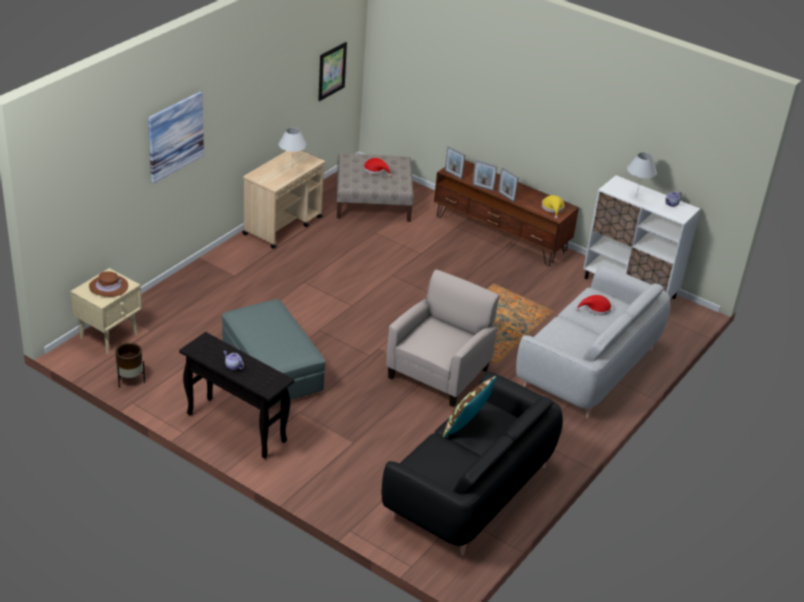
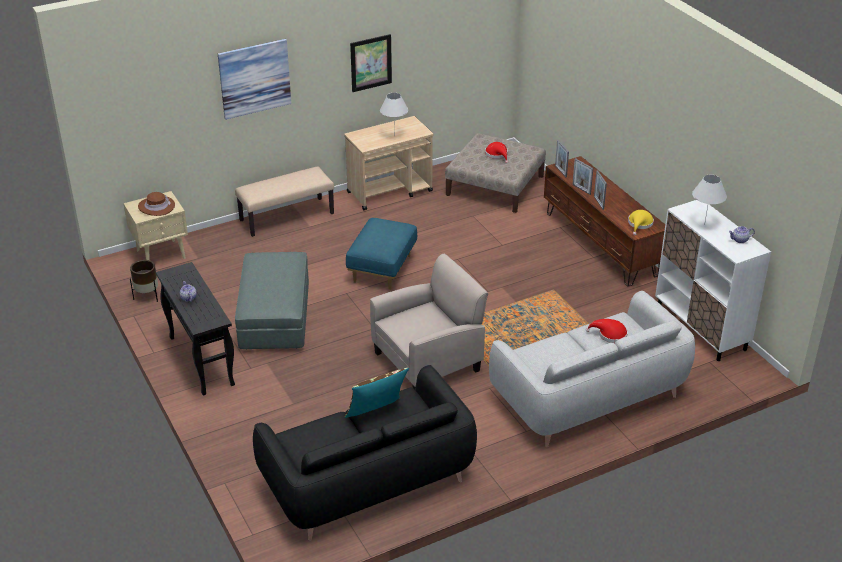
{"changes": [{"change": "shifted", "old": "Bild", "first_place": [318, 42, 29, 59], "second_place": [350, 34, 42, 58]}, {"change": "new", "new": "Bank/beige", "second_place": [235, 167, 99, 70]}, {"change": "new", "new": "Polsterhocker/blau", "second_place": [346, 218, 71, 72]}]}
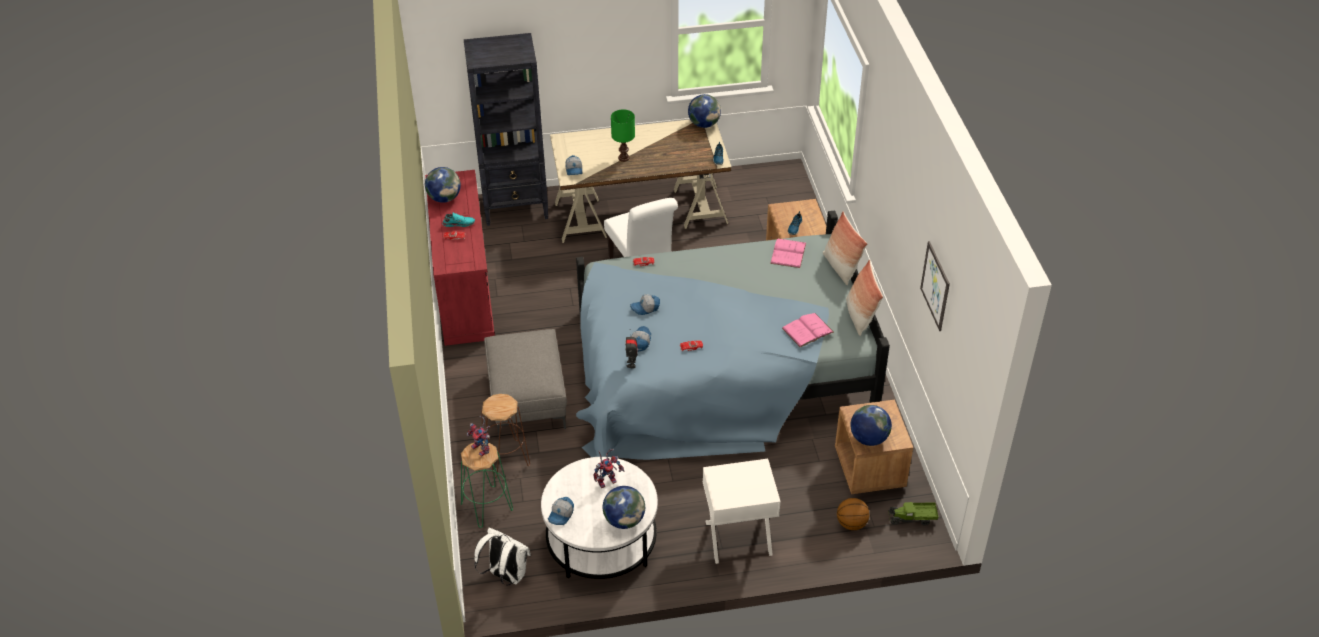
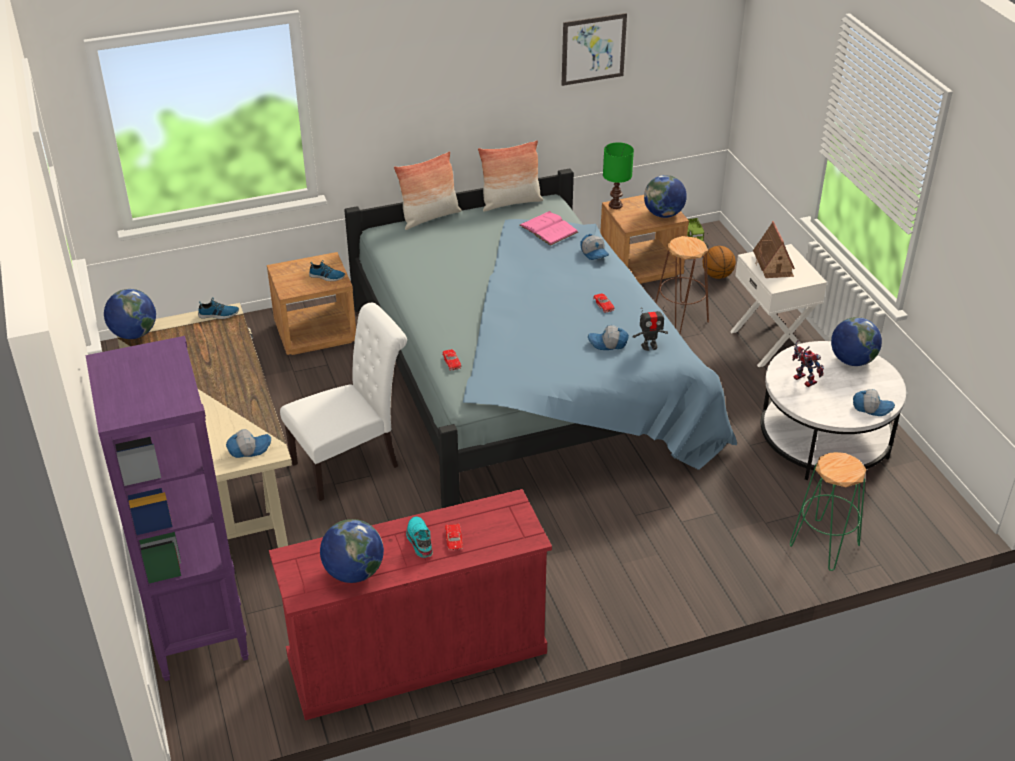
{"changes": [{"change": "repainted", "old": "Bücherregal/schwarz", "new": "Bücherregal/lila", "first_place": [464, 33, 84, 193], "second_place": [86, 336, 163, 345]}, {"change": "shifted", "old": "Tischlampe/grün", "first_place": [611, 109, 24, 53], "second_place": [603, 142, 31, 67]}, {"change": "gone", "old": "Buch/rosa", "first_place": [770, 238, 36, 30]}, {"change": "shifted", "old": "Kappe", "first_place": [630, 294, 30, 21], "second_place": [580, 234, 29, 26]}, {"change": "gone", "old": "Polsterhocker/grau", "first_place": [484, 329, 83, 108]}, {"change": "shifted", "old": "Hocker/braun", "first_place": [481, 394, 49, 83], "second_place": [655, 236, 54, 98]}, {"change": "gone", "old": "Spielzeugroboter", "first_place": [467, 416, 23, 41]}, {"change": "gone", "old": "Rucksack/weiß", "first_place": [474, 528, 57, 58]}, {"change": "new", "new": "Spielzeughaus", "second_place": [753, 221, 42, 57]}]}
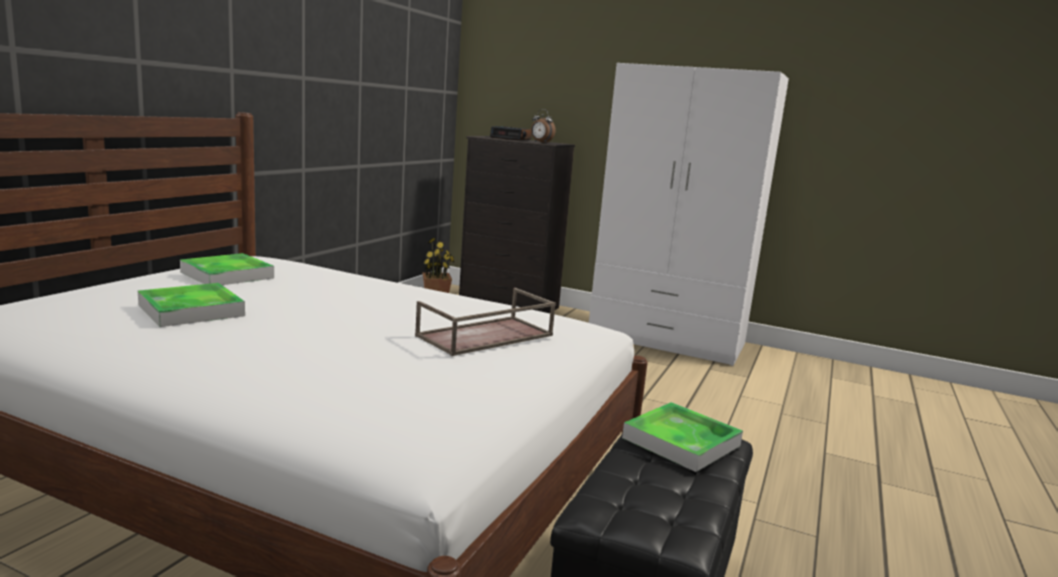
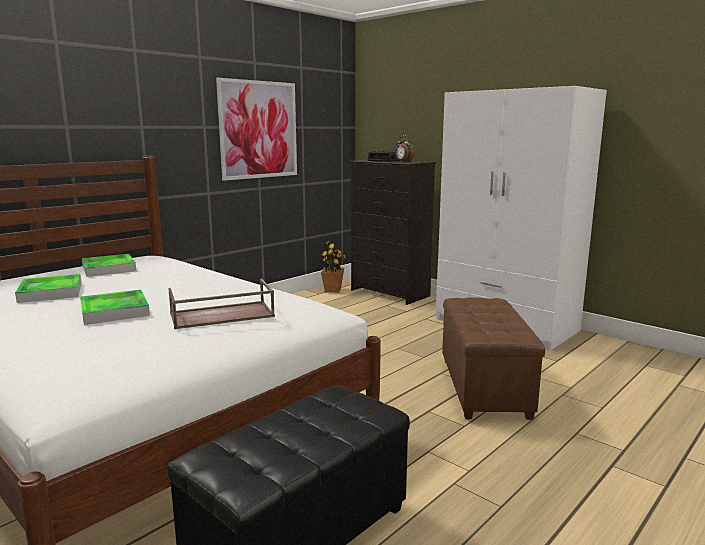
{"changes": [{"change": "shifted", "old": "Tablett", "first_place": [622, 402, 121, 70], "second_place": [80, 289, 70, 36]}, {"change": "new", "new": "Bild", "second_place": [216, 78, 81, 103]}, {"change": "new", "new": "Polsterhocker/braun", "second_place": [442, 297, 103, 123]}]}
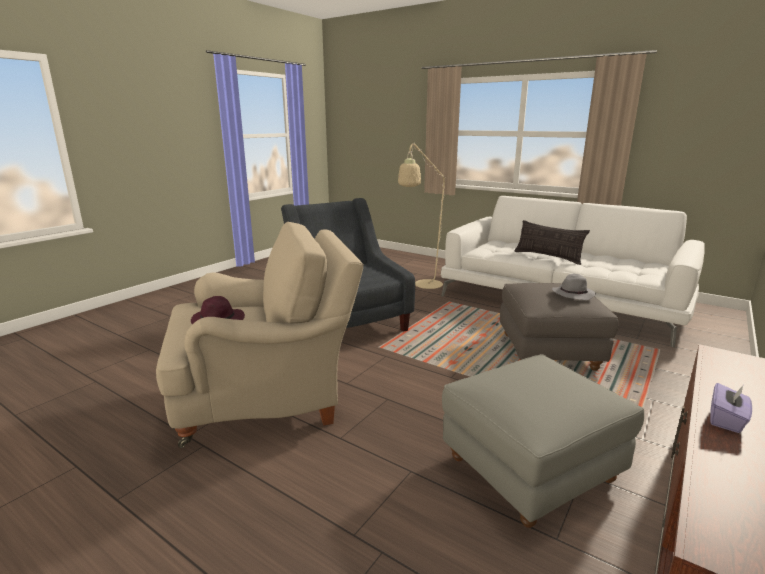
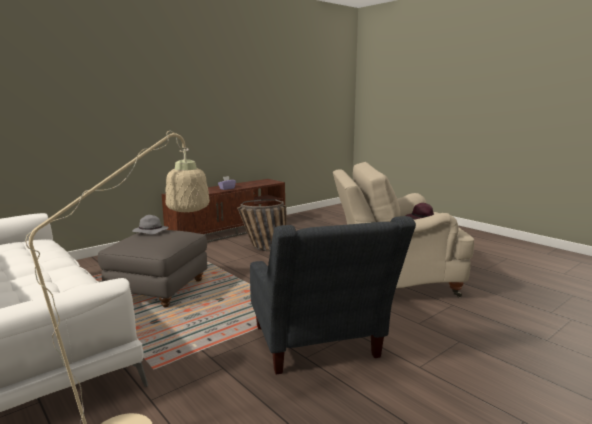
{"changes": [{"change": "gone", "old": "Kissen", "first_place": [514, 220, 76, 45]}, {"change": "swapped", "old": "Polsterhocker/grau", "new": "Korb", "first_place": [442, 354, 202, 174], "second_place": [237, 199, 50, 52]}]}
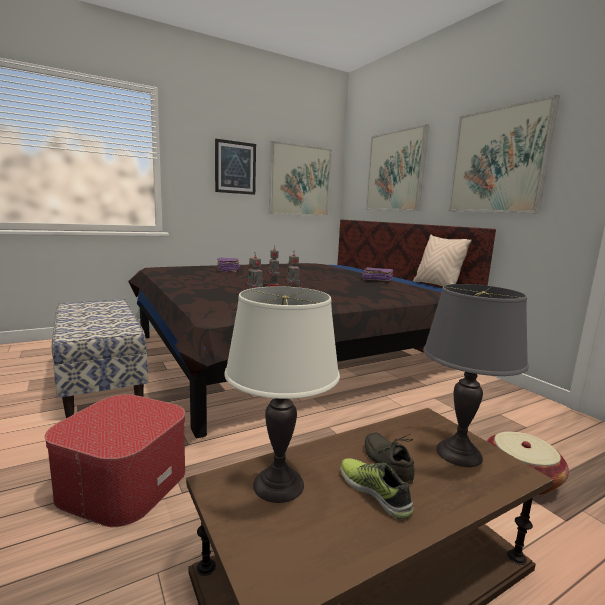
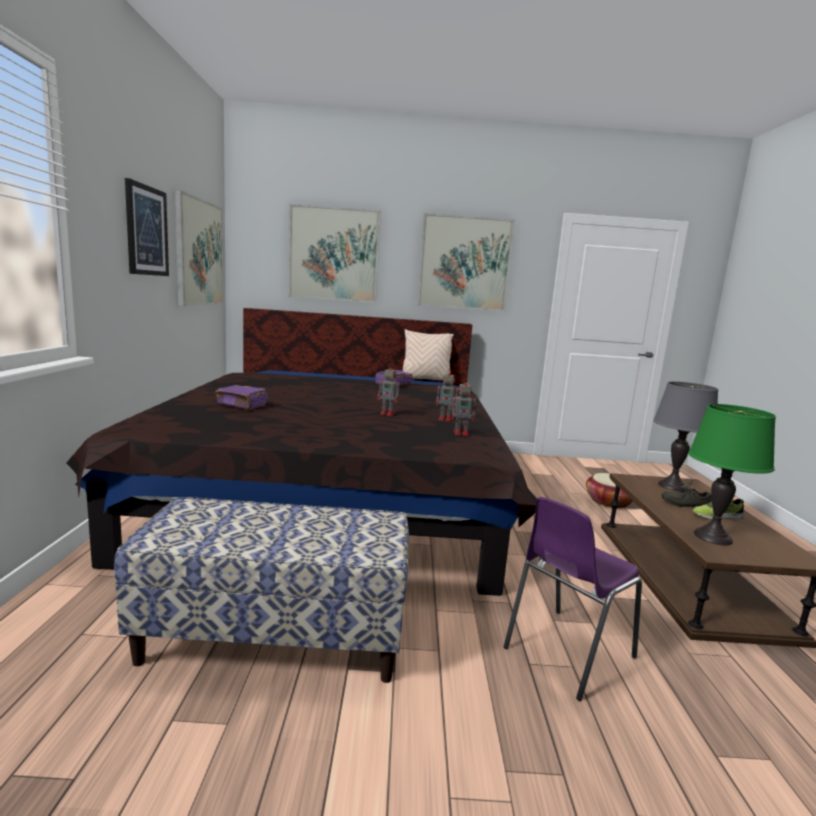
{"changes": [{"change": "repainted", "old": "Tischlampe/weiß", "new": "Tischlampe/grün", "first_place": [224, 286, 116, 217], "second_place": [688, 404, 88, 141]}, {"change": "swapped", "old": "Polsterhocker", "new": "Stuhl/lila", "first_place": [44, 394, 142, 133], "second_place": [504, 497, 138, 204]}]}
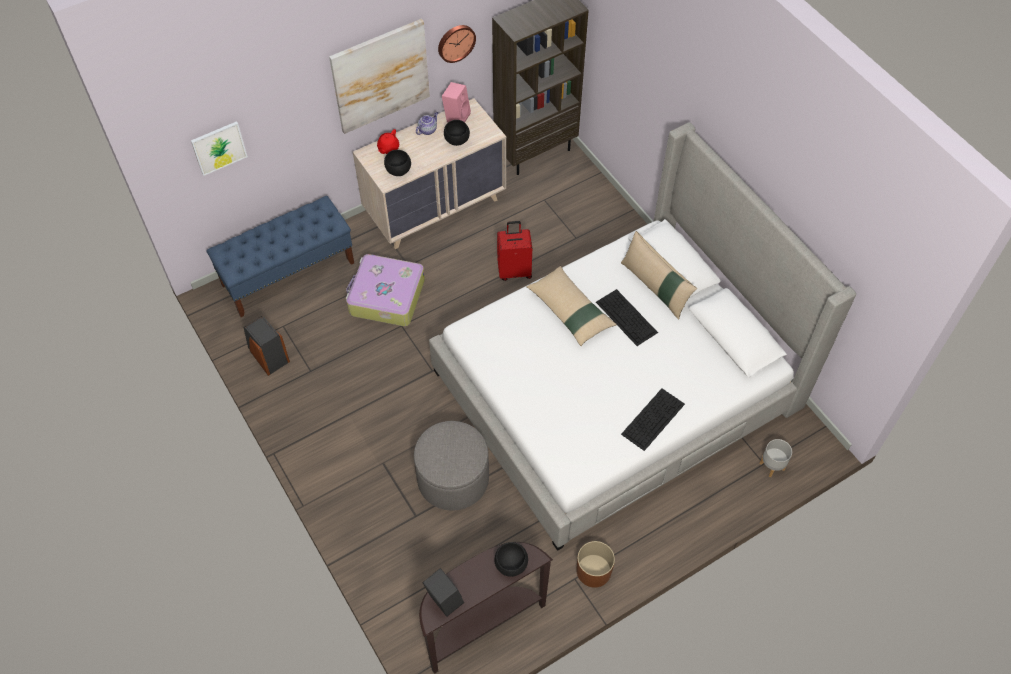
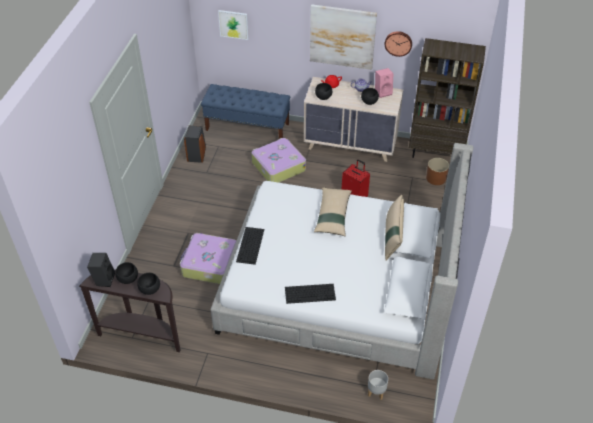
{"changes": [{"change": "shifted", "old": "Tastatur", "first_place": [596, 289, 62, 57], "second_place": [236, 227, 28, 38]}, {"change": "swapped", "old": "Polsterhocker/grau", "new": "Koffer", "first_place": [414, 421, 75, 90], "second_place": [180, 233, 56, 51]}, {"change": "shifted", "old": "Pflanzkübel/braun", "first_place": [576, 541, 39, 47], "second_place": [426, 158, 23, 27]}, {"change": "new", "new": "Schüssel/schwarz", "second_place": [115, 262, 23, 22]}]}
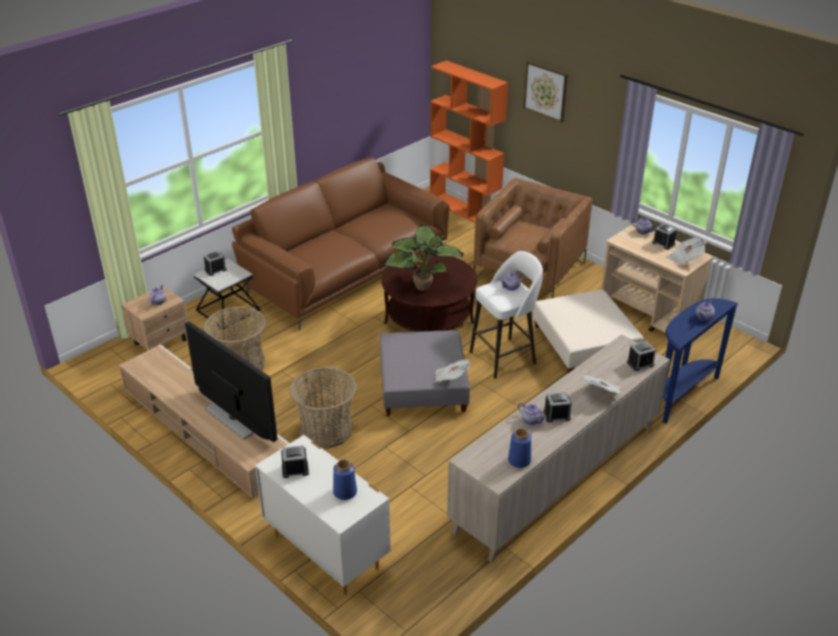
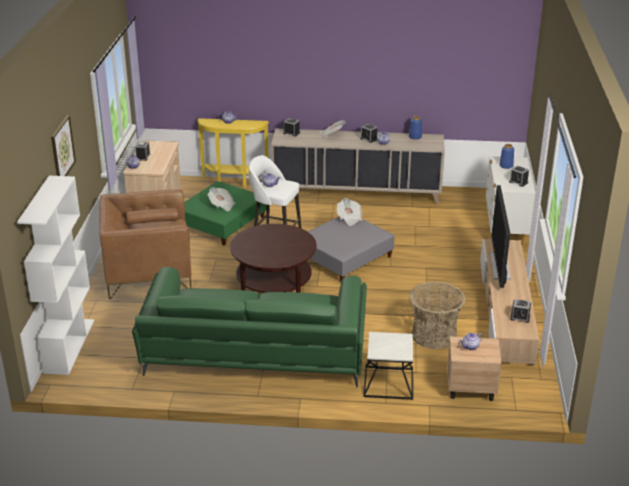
{"changes": [{"change": "repainted", "old": "Bücherregal/orange", "new": "Bücherregal/weiß", "first_place": [430, 60, 78, 163], "second_place": [17, 176, 77, 199]}, {"change": "repainted", "old": "Sofa/braun", "new": "Sofa/grün", "first_place": [232, 157, 217, 173], "second_place": [132, 267, 235, 120]}, {"change": "gone", "old": "Topfpflanze", "first_place": [383, 223, 81, 68]}, {"change": "shifted", "old": "Zeitung", "first_place": [667, 237, 40, 28], "second_place": [208, 187, 27, 24]}, {"change": "shifted", "old": "Wecker", "first_place": [204, 251, 23, 25], "second_place": [510, 299, 21, 24]}, {"change": "repainted", "old": "Polsterhocker/beige", "new": "Polsterhocker/grün", "first_place": [533, 289, 111, 84], "second_place": [185, 181, 81, 65]}, {"change": "repainted", "old": "Konsolentisch/blau", "new": "Konsolentisch/gelb", "first_place": [663, 298, 75, 126], "second_place": [198, 118, 71, 70]}, {"change": "gone", "old": "Korb", "first_place": [290, 367, 67, 81]}]}
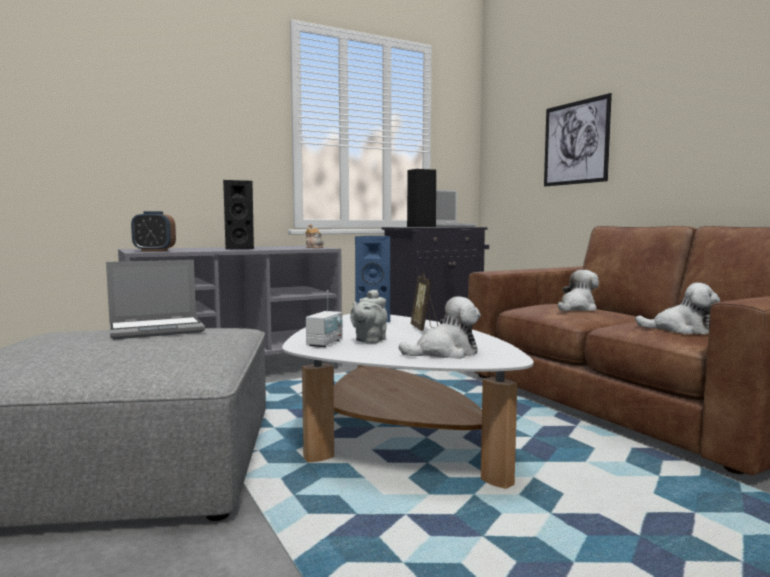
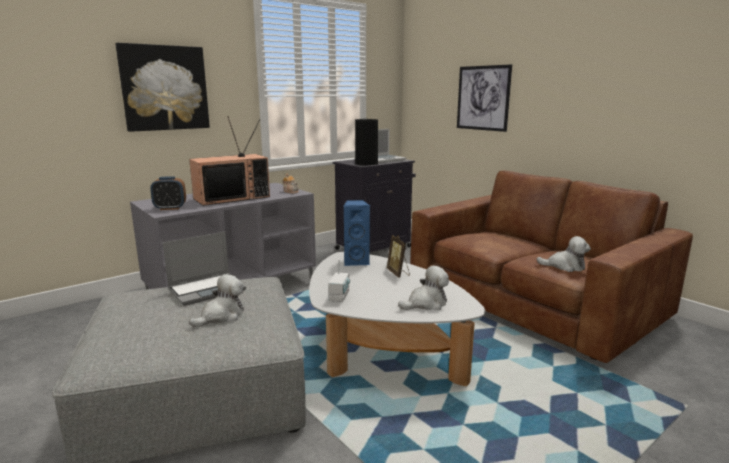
{"changes": [{"change": "swapped", "old": "Lautsprecher/schwarz", "new": "Fernseher", "first_place": [223, 180, 31, 69], "second_place": [189, 116, 81, 90]}, {"change": "shifted", "old": "Plüschtier", "first_place": [558, 270, 41, 41], "second_place": [189, 274, 55, 53]}, {"change": "gone", "old": "Teekanne/grau", "first_place": [350, 290, 38, 54]}, {"change": "new", "new": "Bild", "second_place": [115, 43, 95, 89]}]}
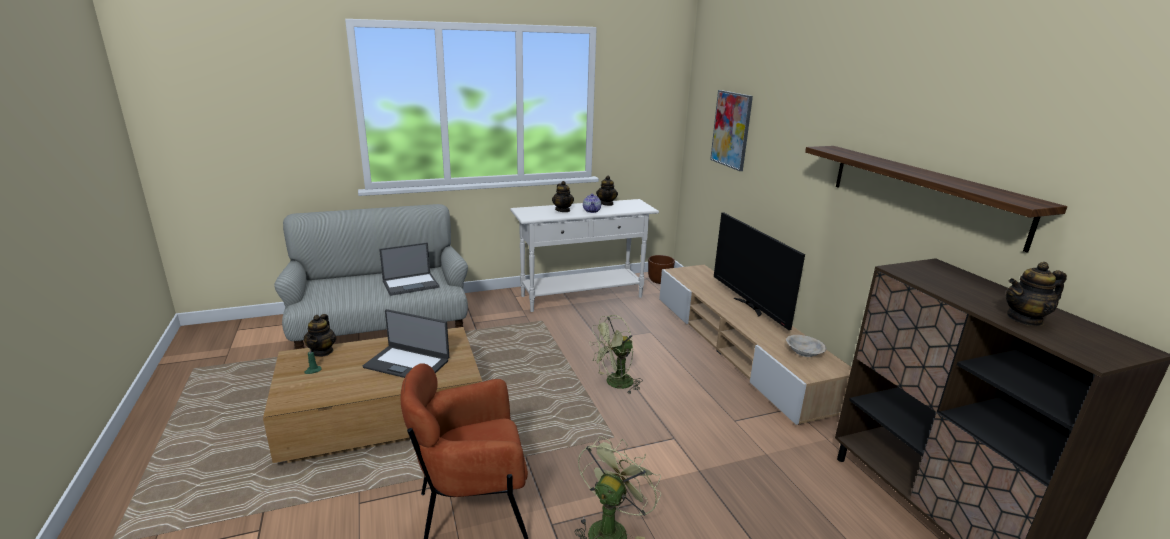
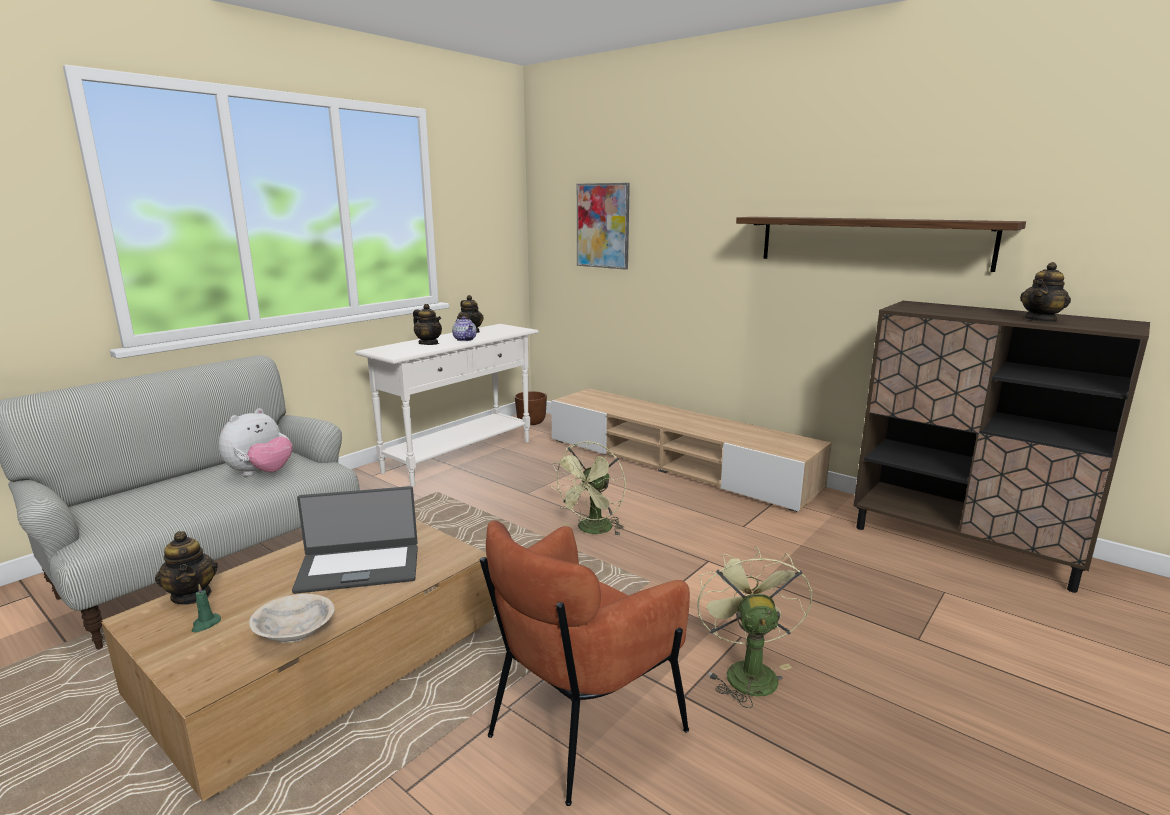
{"changes": [{"change": "gone", "old": "Fernseher", "first_place": [714, 212, 91, 118]}, {"change": "swapped", "old": "Laptop", "new": "Plüschtier", "first_place": [379, 242, 61, 54], "second_place": [218, 408, 75, 68]}, {"change": "shifted", "old": "Schüssel/beige", "first_place": [786, 335, 41, 22], "second_place": [249, 594, 86, 49]}]}
